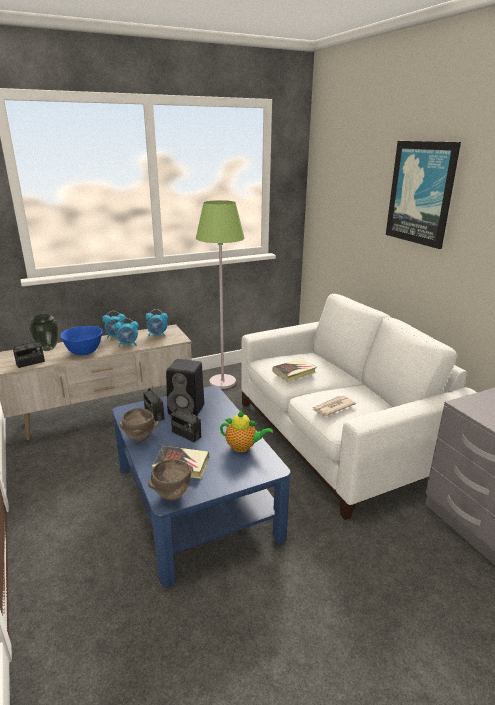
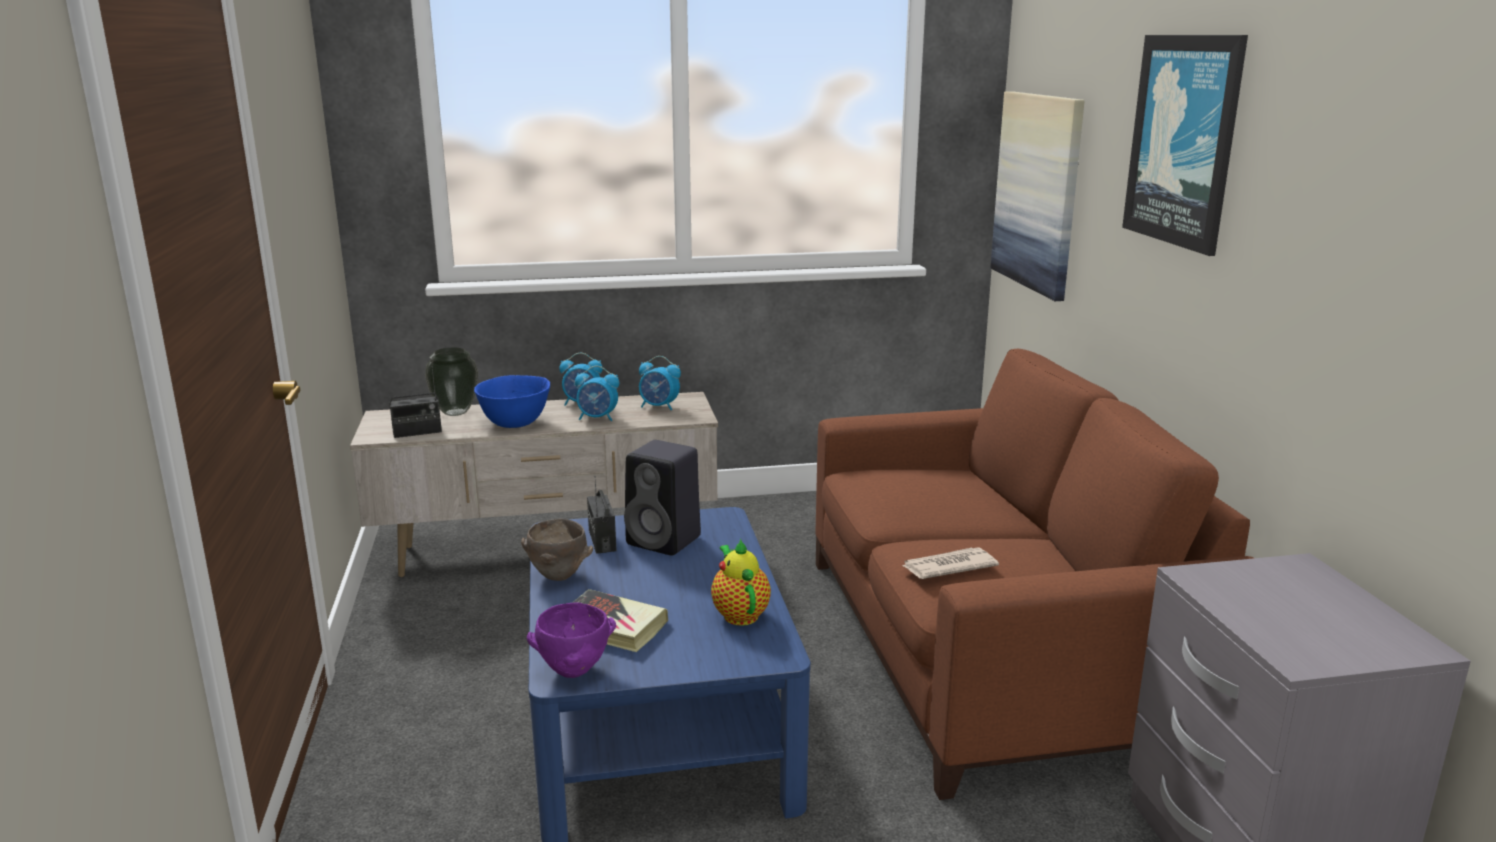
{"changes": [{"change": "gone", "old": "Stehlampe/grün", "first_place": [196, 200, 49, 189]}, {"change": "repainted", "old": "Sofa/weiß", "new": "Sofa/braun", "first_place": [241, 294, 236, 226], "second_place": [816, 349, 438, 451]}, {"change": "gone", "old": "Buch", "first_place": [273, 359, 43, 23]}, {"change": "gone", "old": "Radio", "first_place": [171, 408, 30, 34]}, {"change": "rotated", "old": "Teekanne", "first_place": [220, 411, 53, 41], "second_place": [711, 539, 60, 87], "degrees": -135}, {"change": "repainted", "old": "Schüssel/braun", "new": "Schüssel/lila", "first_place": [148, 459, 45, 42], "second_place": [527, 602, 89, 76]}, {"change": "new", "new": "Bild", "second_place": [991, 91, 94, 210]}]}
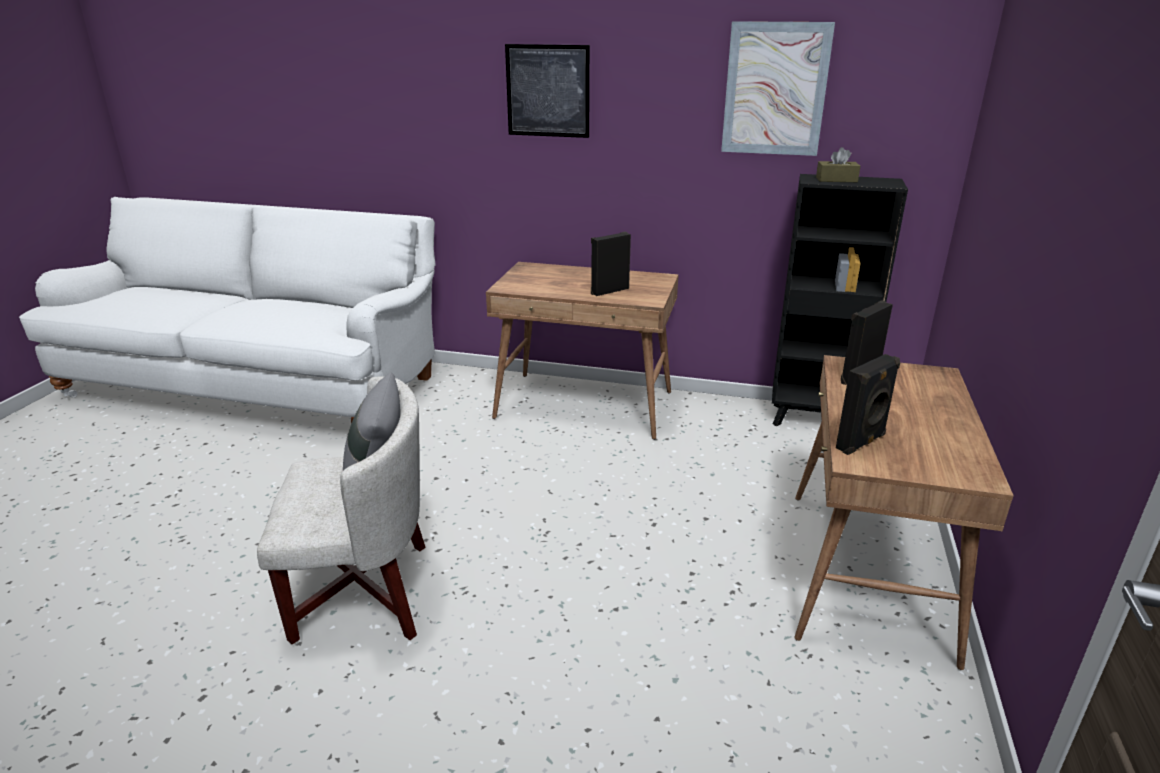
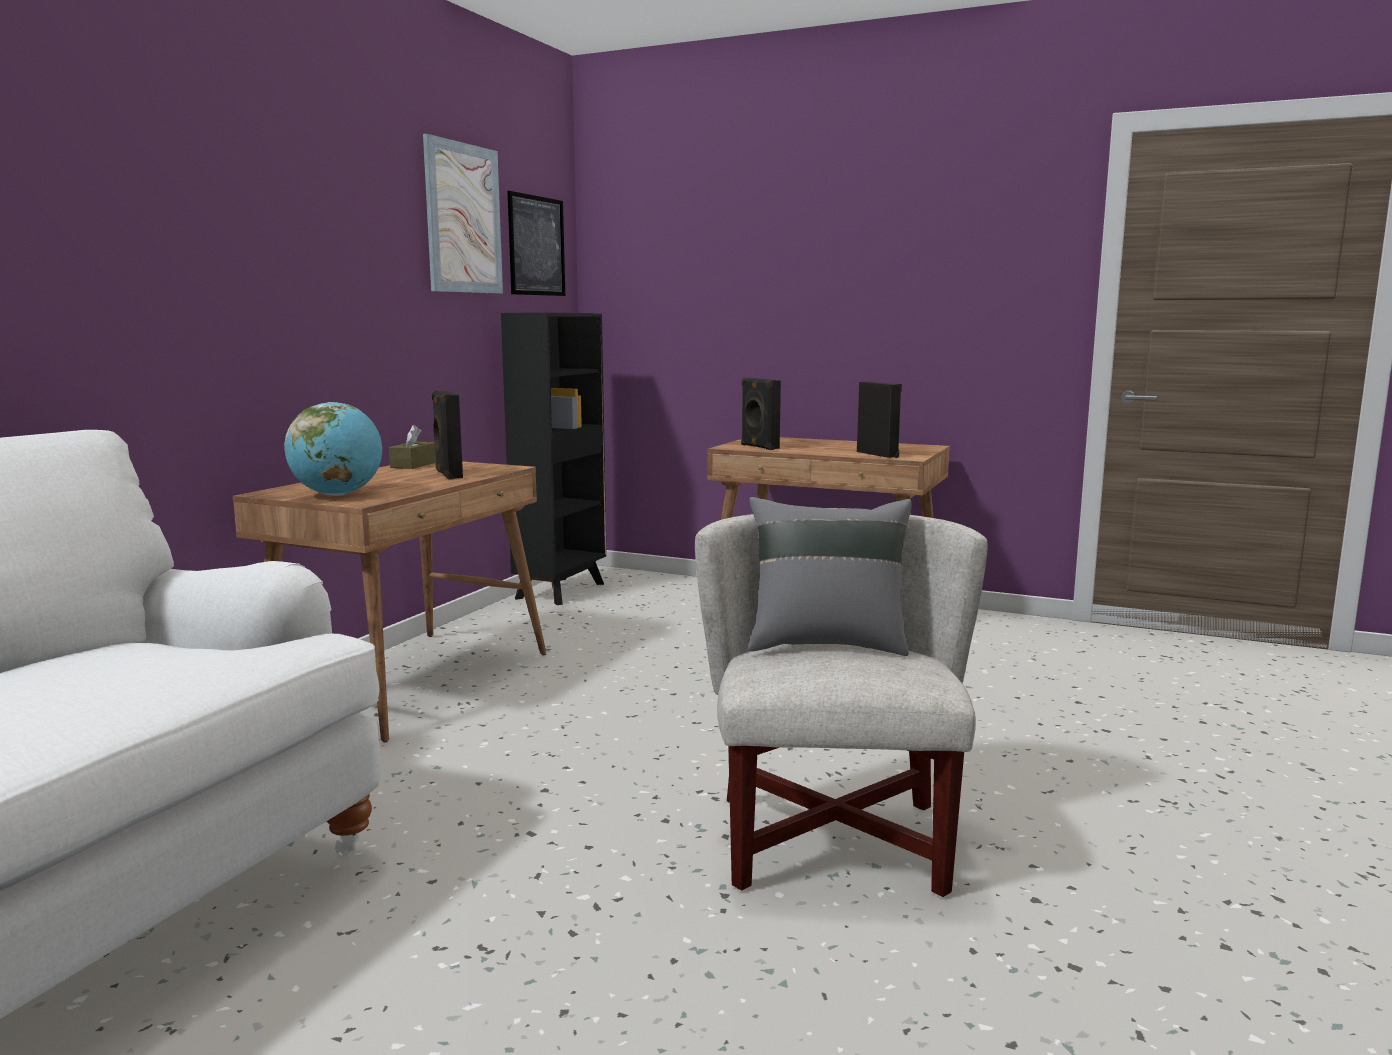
{"changes": [{"change": "shifted", "old": "Bild", "first_place": [505, 44, 85, 94], "second_place": [507, 191, 58, 105]}, {"change": "shifted", "old": "Taschentuchbox/braun", "first_place": [816, 147, 44, 35], "second_place": [389, 425, 47, 44]}, {"change": "new", "new": "Globus", "second_place": [284, 402, 98, 94]}]}
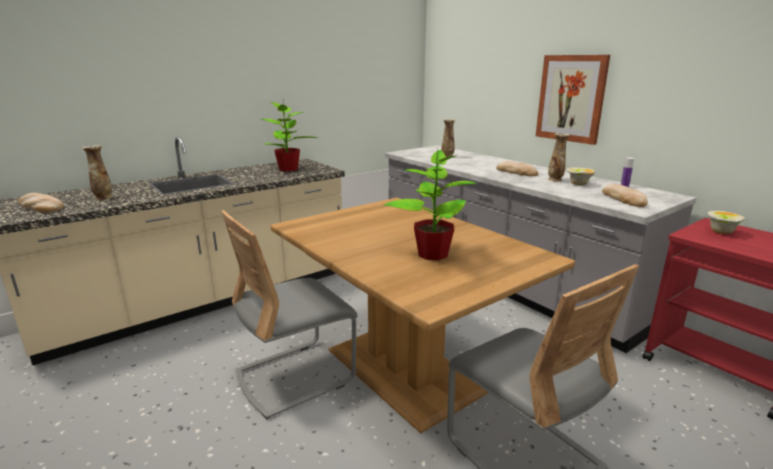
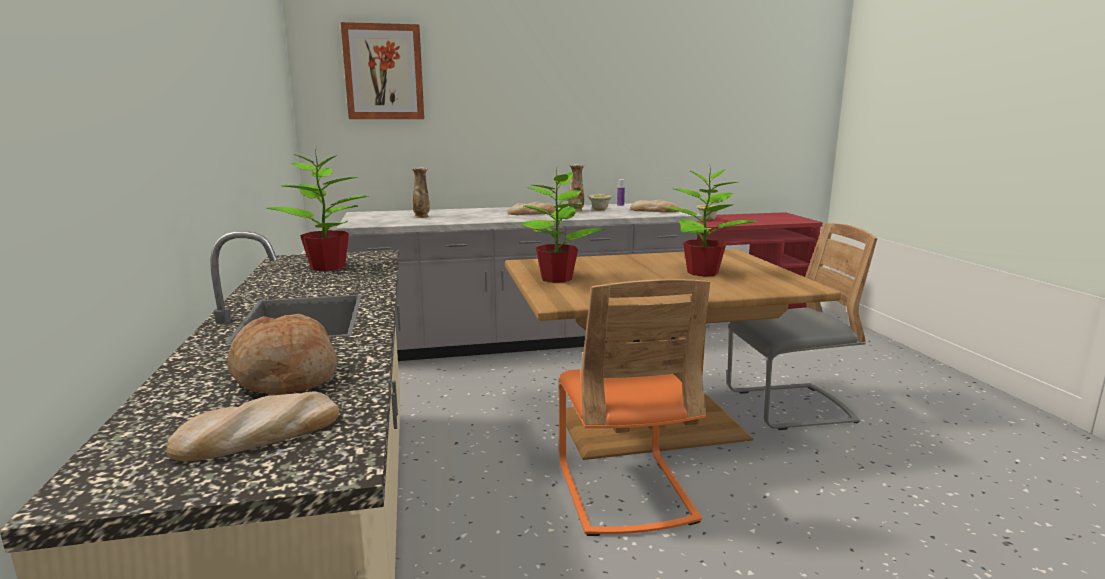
{"changes": [{"change": "shifted", "old": "Bild", "first_place": [536, 55, 74, 90], "second_place": [341, 22, 83, 97]}, {"change": "swapped", "old": "Vase", "new": "Brot", "first_place": [82, 145, 31, 55], "second_place": [227, 314, 111, 81]}, {"change": "repainted", "old": "Stuhl/grau", "new": "Stuhl/orange", "first_place": [221, 210, 137, 209], "second_place": [559, 279, 151, 257]}, {"change": "new", "new": "Topfpflanze", "second_place": [520, 172, 85, 111]}]}
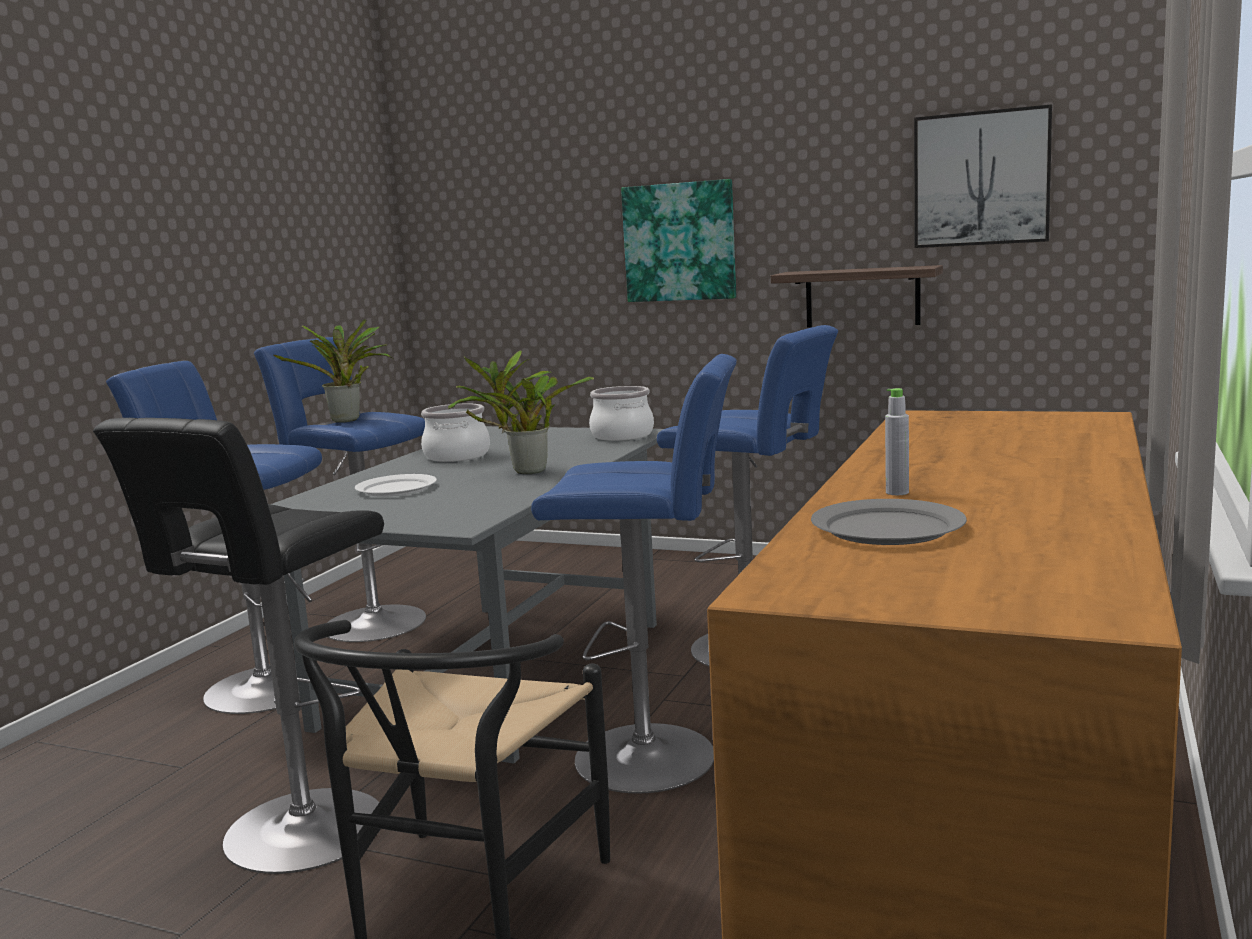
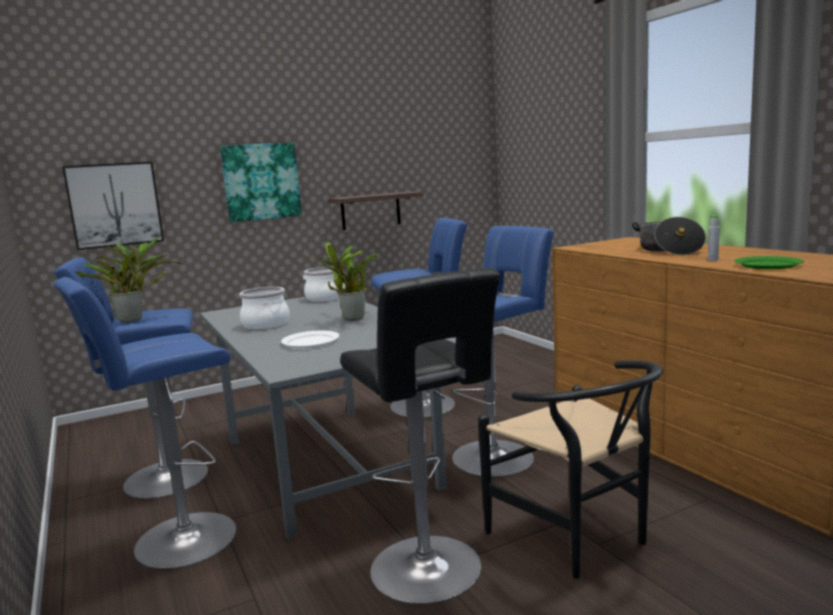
{"changes": [{"change": "shifted", "old": "Bild", "first_place": [914, 104, 138, 144], "second_place": [62, 162, 102, 88]}, {"change": "repainted", "old": "Teller/grau", "new": "Teller/grün", "first_place": [811, 499, 156, 46], "second_place": [734, 256, 70, 13]}, {"change": "new", "new": "Kochtopf", "second_place": [632, 217, 74, 38]}]}
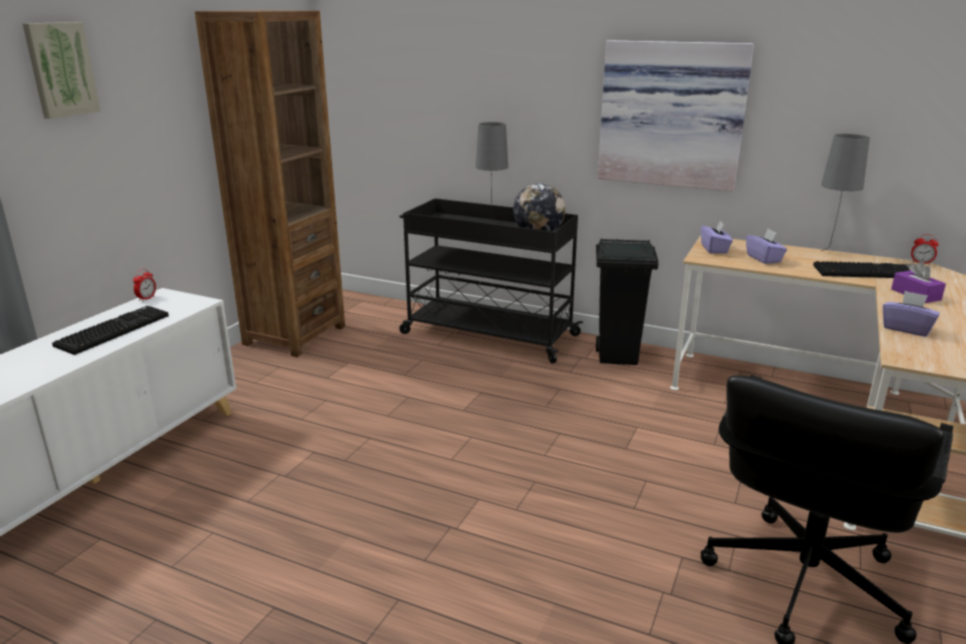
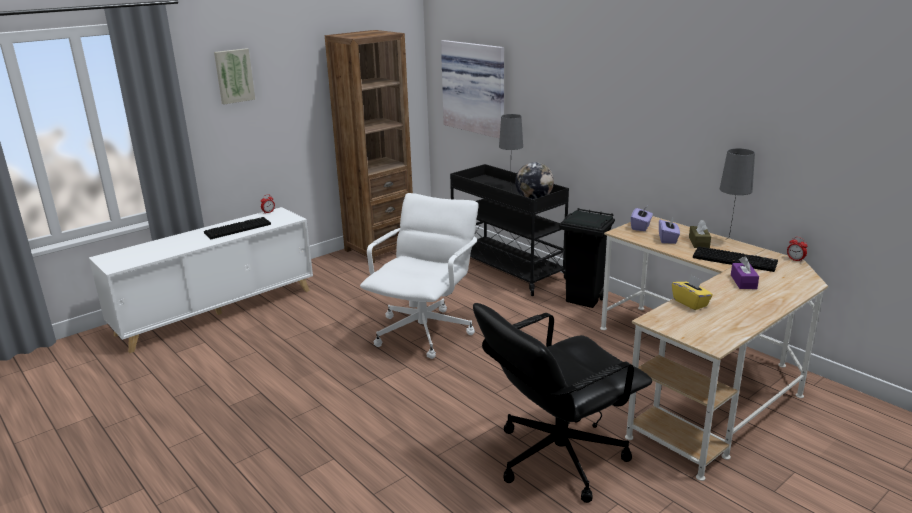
{"changes": [{"change": "shifted", "old": "Bild", "first_place": [598, 40, 156, 152], "second_place": [441, 40, 63, 99]}, {"change": "repainted", "old": "Taschentuchbox/lila", "new": "Taschentuchbox/gelb", "first_place": [883, 291, 57, 46], "second_place": [672, 275, 41, 35]}, {"change": "new", "new": "Bürostuhl/weiß", "second_place": [360, 193, 118, 166]}, {"change": "new", "new": "Taschentuchbox/braun", "second_place": [689, 220, 22, 28]}]}
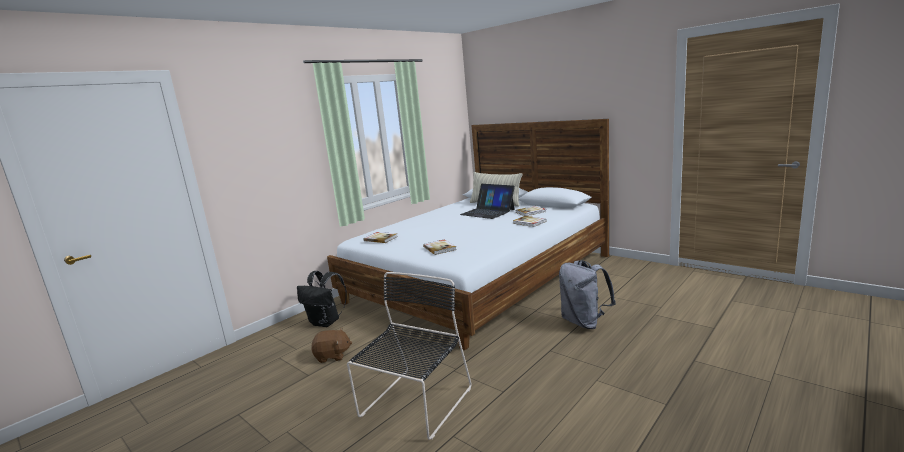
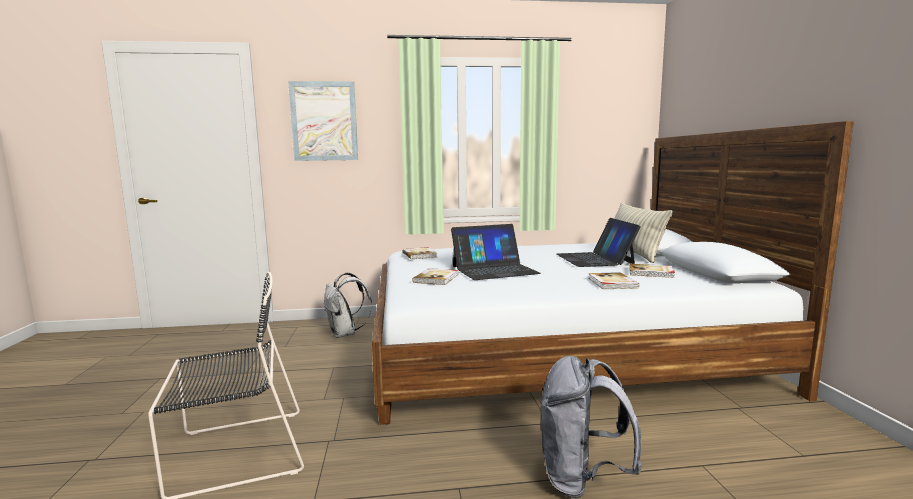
{"changes": [{"change": "repainted", "old": "Rucksack/schwarz", "new": "Rucksack/weiß", "first_place": [297, 271, 50, 56], "second_place": [324, 272, 48, 66]}, {"change": "gone", "old": "Plüschtier/braun", "first_place": [311, 328, 41, 35]}, {"change": "new", "new": "Bild", "second_place": [288, 81, 70, 80]}, {"change": "new", "new": "Laptop", "second_place": [451, 224, 90, 56]}]}
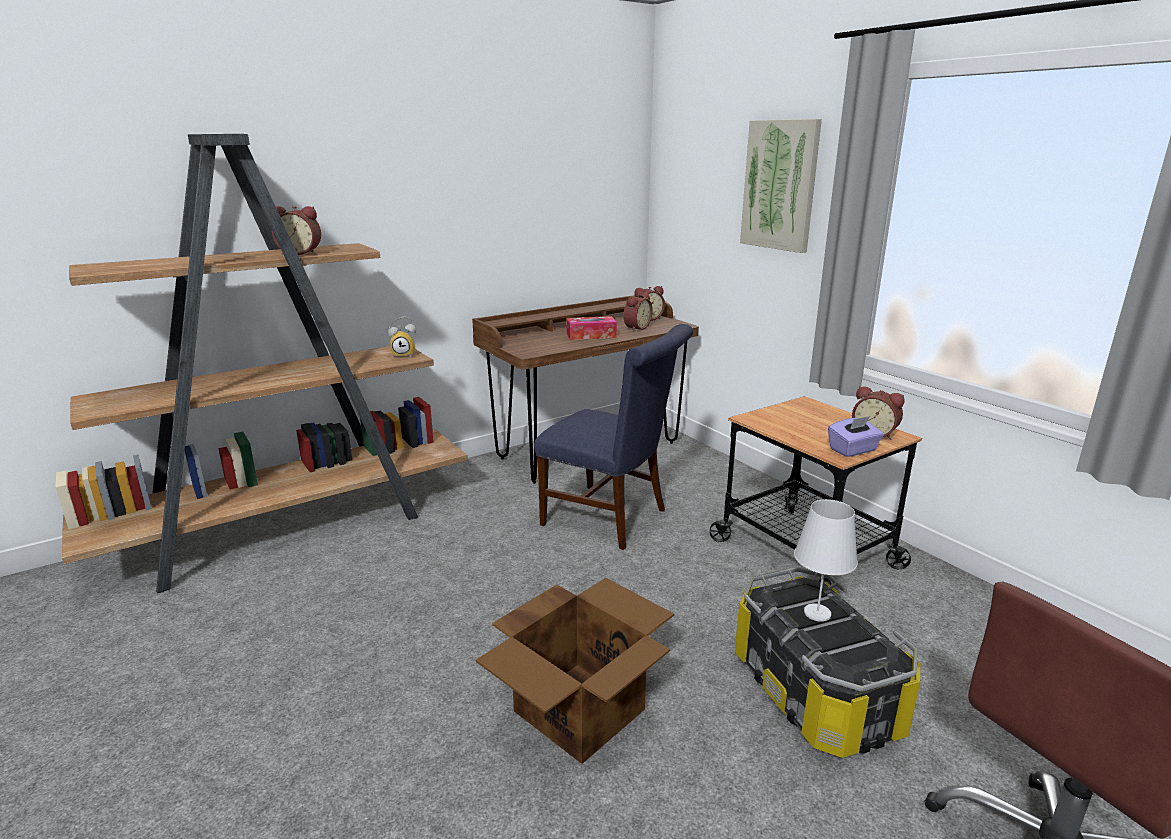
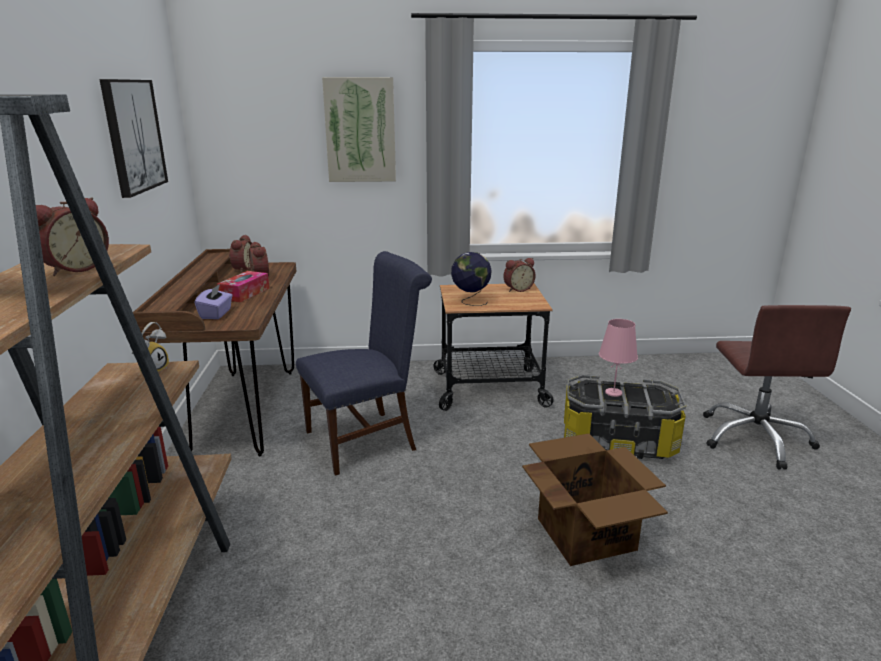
{"changes": [{"change": "shifted", "old": "Taschentuchbox/lila", "first_place": [828, 416, 56, 41], "second_place": [195, 284, 38, 35]}, {"change": "repainted", "old": "Tischlampe/weiß", "new": "Tischlampe/rosa", "first_place": [794, 499, 64, 123], "second_place": [599, 319, 39, 78]}, {"change": "new", "new": "Bild", "second_place": [99, 79, 69, 119]}, {"change": "new", "new": "Globus", "second_place": [451, 252, 41, 54]}]}
